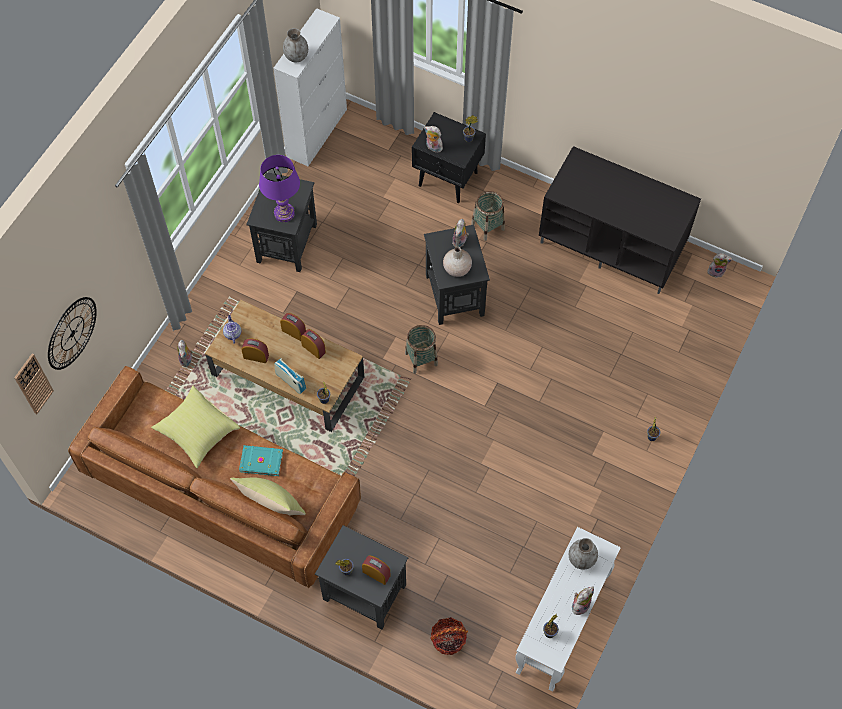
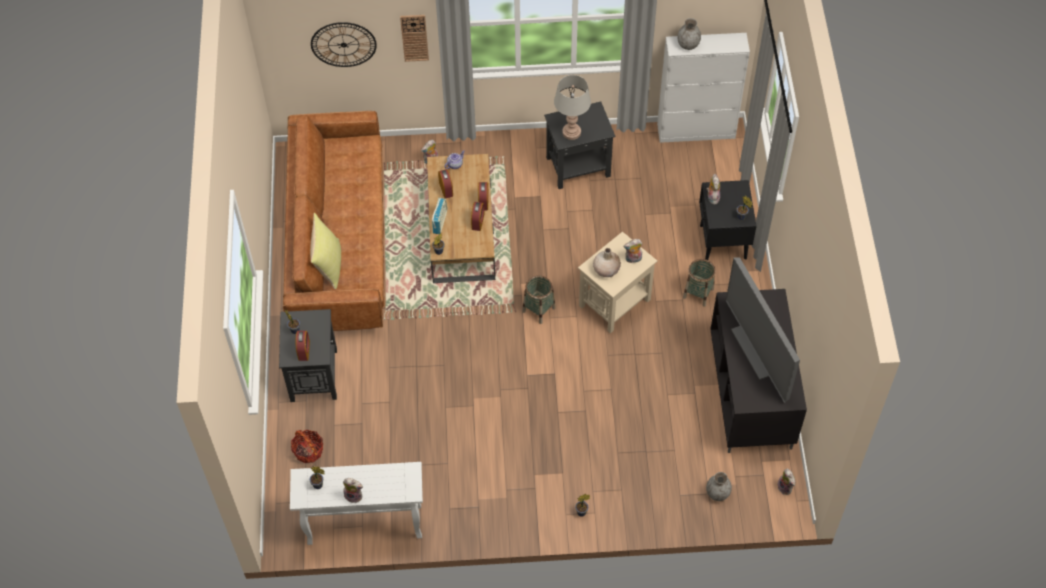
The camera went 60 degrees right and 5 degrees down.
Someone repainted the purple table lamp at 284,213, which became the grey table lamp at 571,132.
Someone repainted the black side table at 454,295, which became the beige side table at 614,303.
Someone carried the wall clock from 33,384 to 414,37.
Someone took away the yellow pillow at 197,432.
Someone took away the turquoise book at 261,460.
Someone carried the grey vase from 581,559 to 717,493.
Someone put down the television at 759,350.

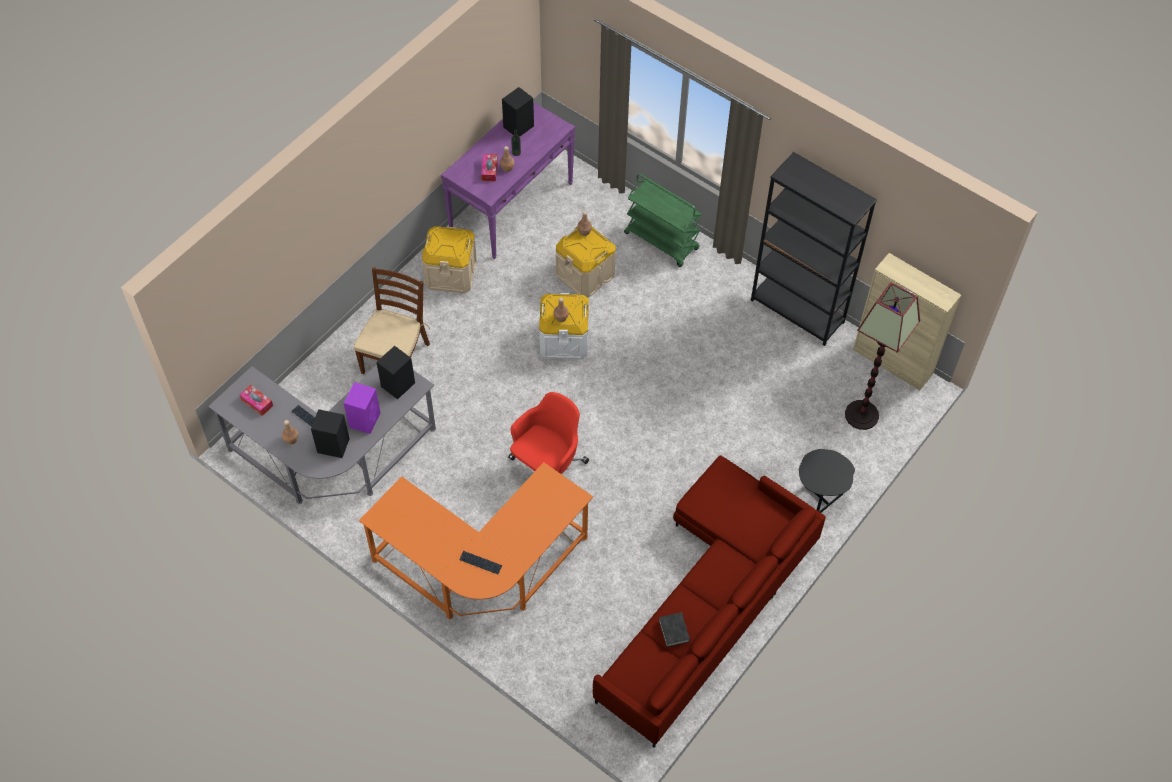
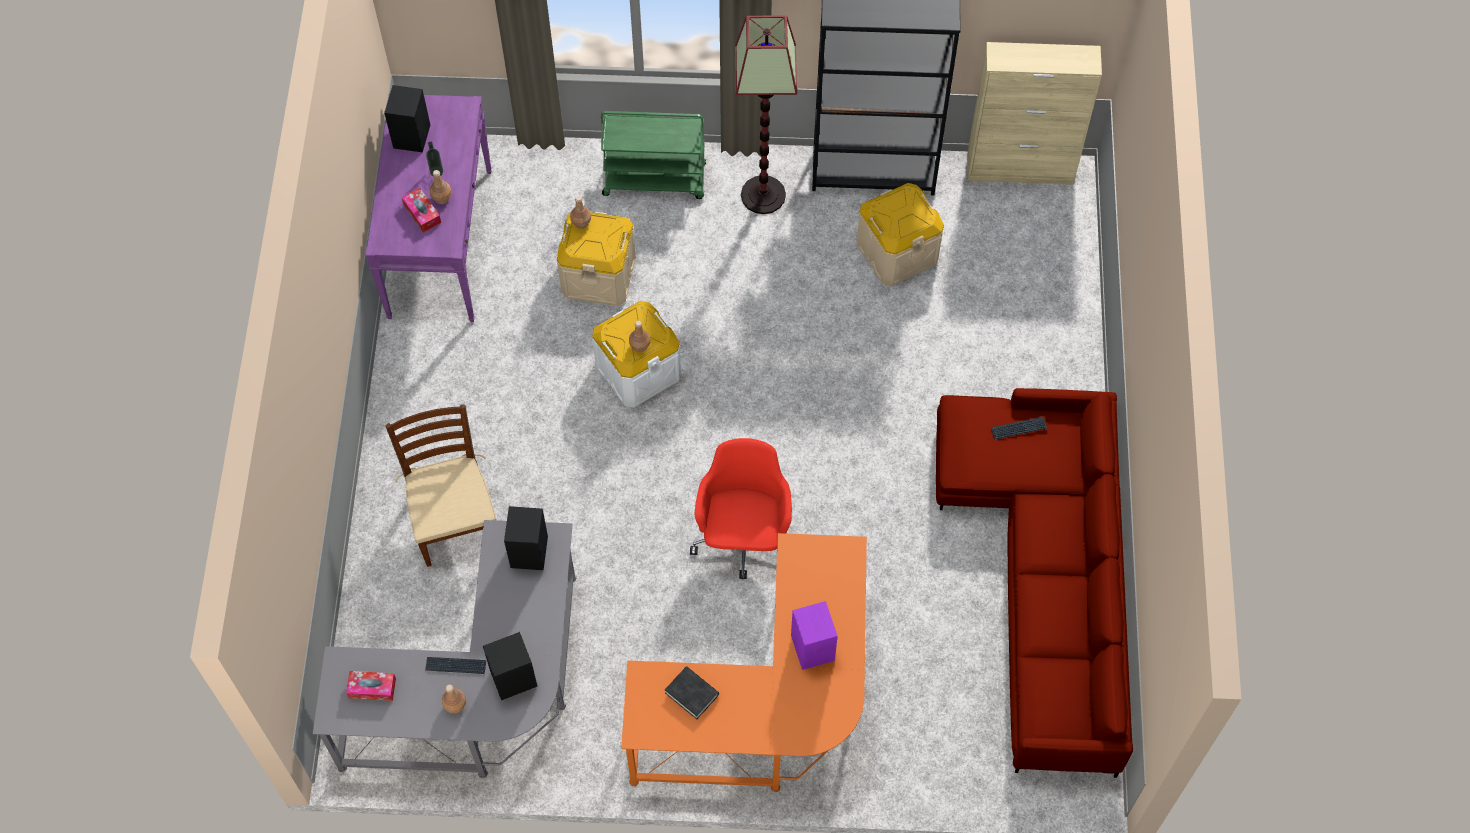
The camera went 35 degrees left and 5 degrees up.
Someone carried the beige storage box from 451,273 to 897,251.
Someone carried the floor lamp from 862,415 to 763,195.
Someone carried the purple speaker from 365,419 to 812,647.
Someone took away the black side table at 819,498.
Someone carried the keyboard from 480,563 to 1018,428.
Someone carried the black book from 674,631 to 691,694.

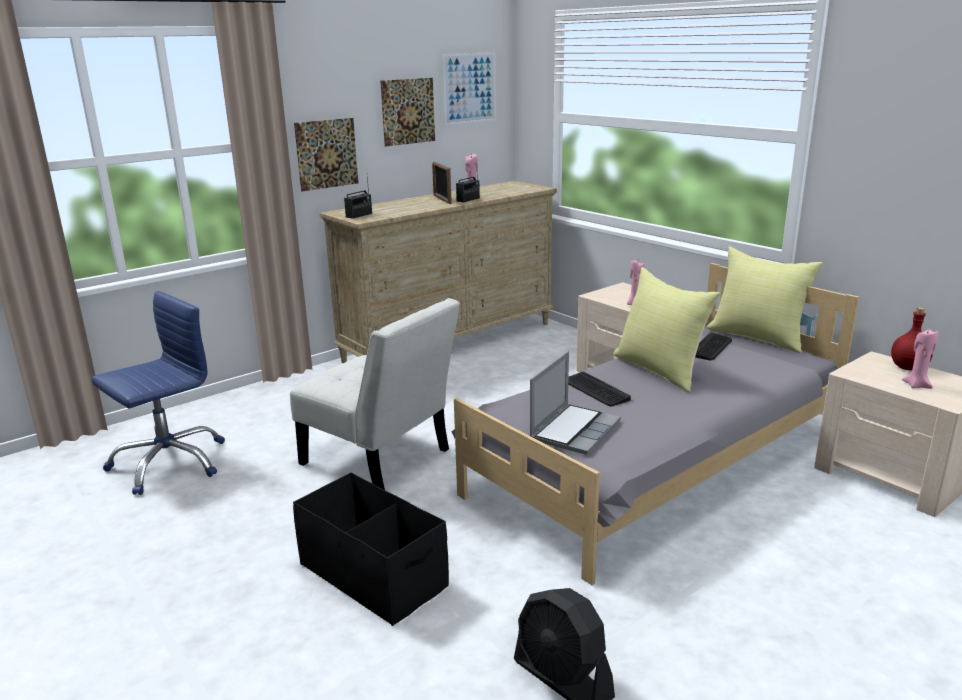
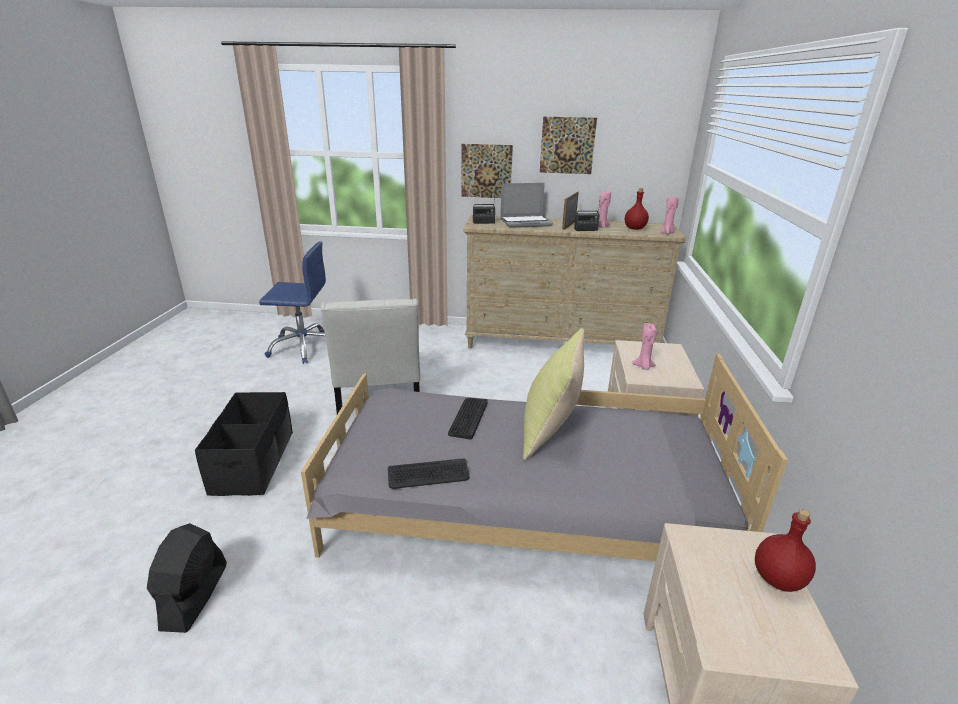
The camera went 45 degrees right and 5 degrees up.
Someone took away the picture at 469,88.
Someone took away the yellow pillow at 758,337.
Someone carried the pink candle from 917,385 to 667,233.
Someone carried the keyboard from 711,347 to 428,475.
Someone carried the laptop from 574,430 to 526,223.
Someone put down the red bottle at 635,229.

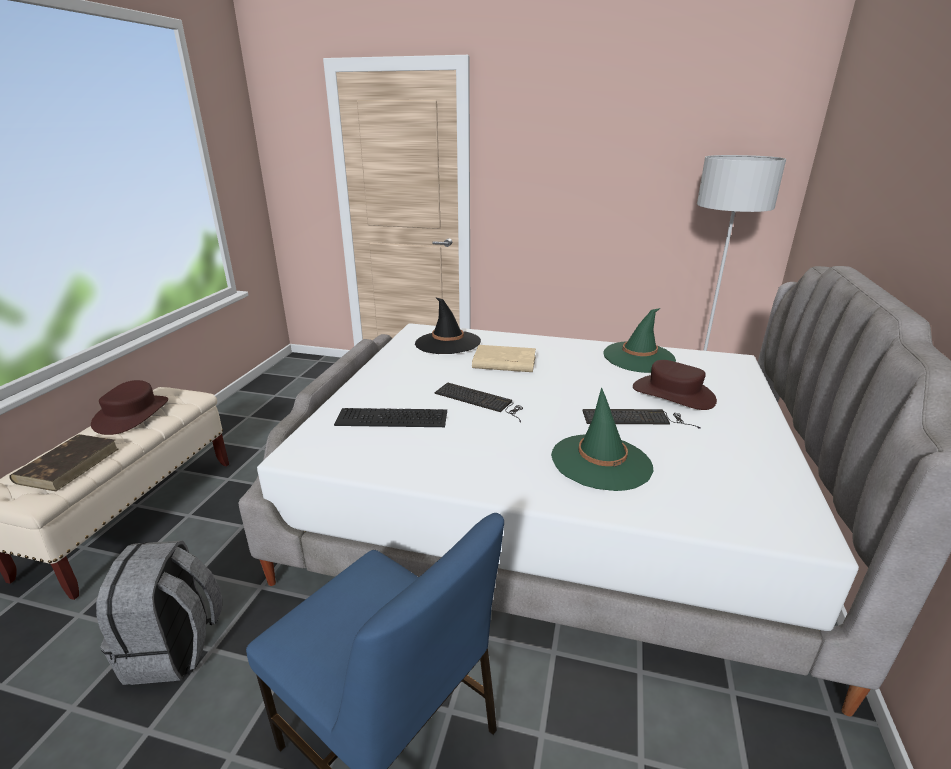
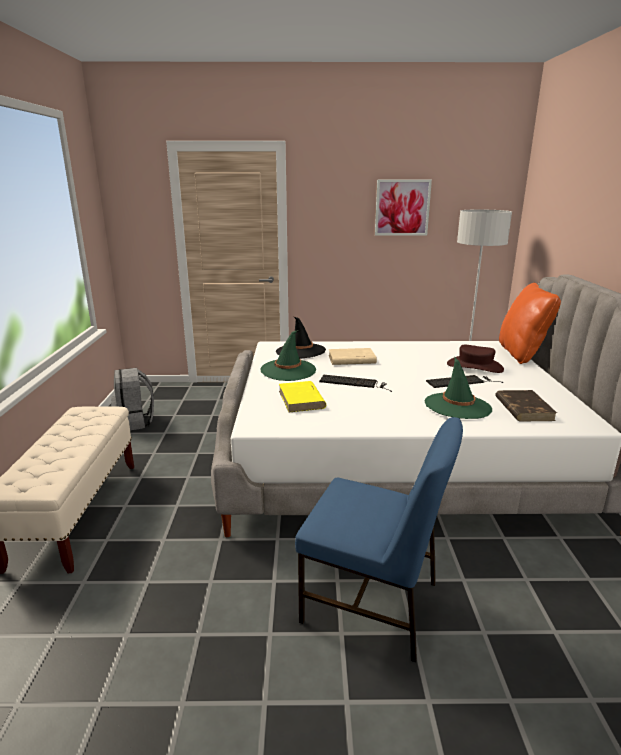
The camera went 15 degrees left and 5 degrees down.
Someone carried the green hat from 639,357 to 288,370.
Someone took away the brown hat at 132,414.
Someone swapped the keyboard at 390,419 for the yellow book at 301,399.
Someone carried the brown book from 69,465 to 523,408.
Someone carried the grey backpack from 175,648 to 135,422.
Someone put up the picture at 402,207.
Someone put down the orange pillow at 522,354.

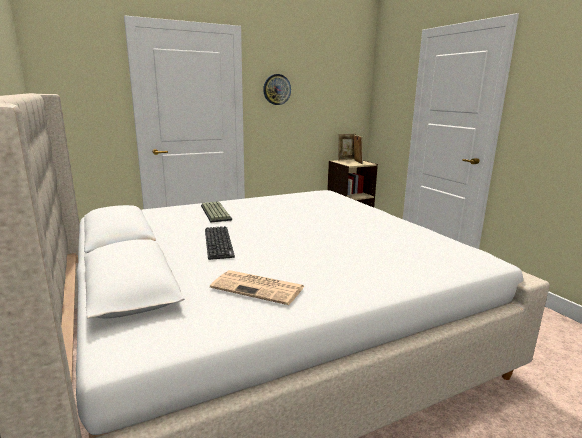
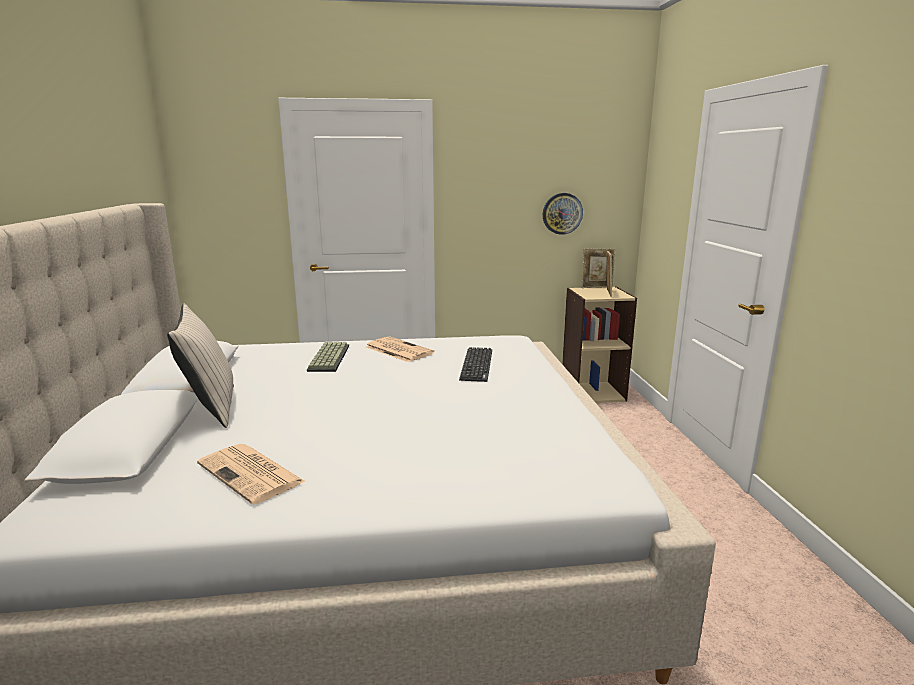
The camera went 20 degrees right and 0 degrees up.
Someone carried the wall clock from 276,89 to 562,213.
Someone carried the keyboard from 218,243 to 476,365.
Someone put down the beige pillow at 210,408.
Someone put down the newspaper at 397,350.

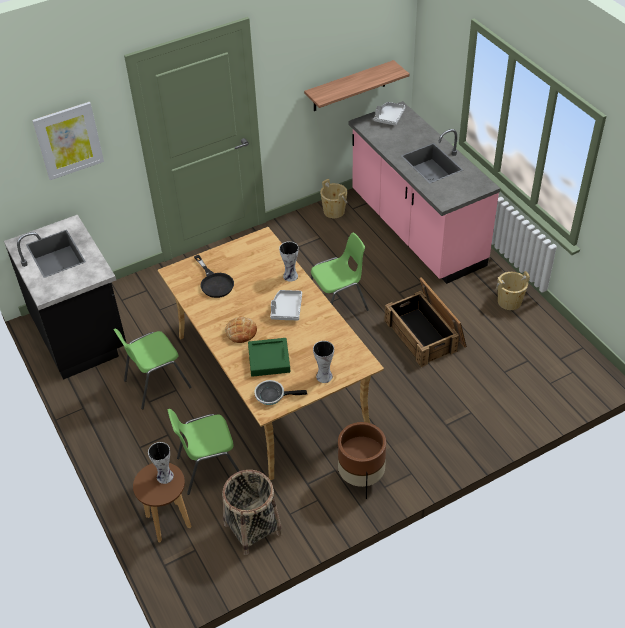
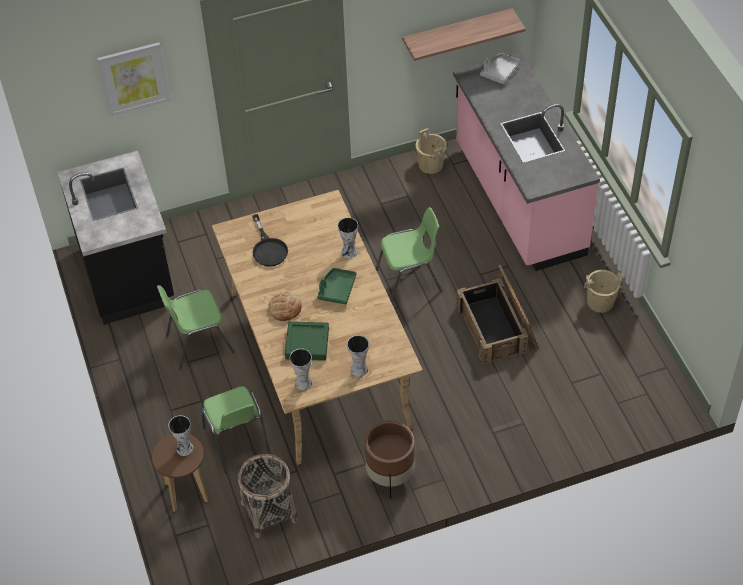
The camera went 10 degrees right and 5 degrees up.
Someone repainted the grey tray at 286,309, which became the green tray at 337,289.
Someone swapped the frying pan at 272,395 for the vase at 302,382.
Someone rotated the green chair at 209,468 by 105 degrees counterclockwise.

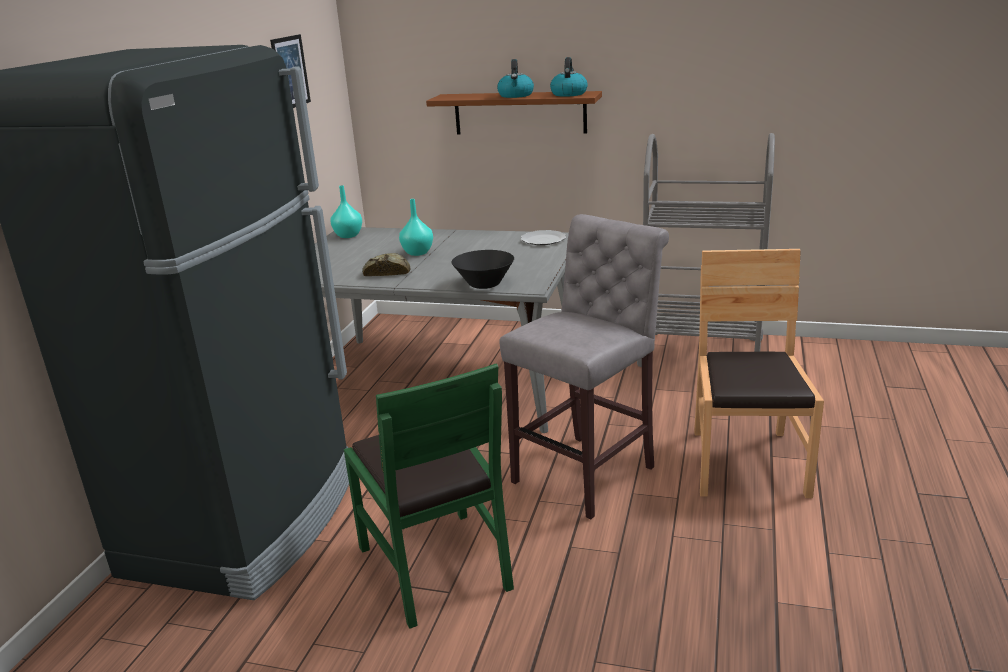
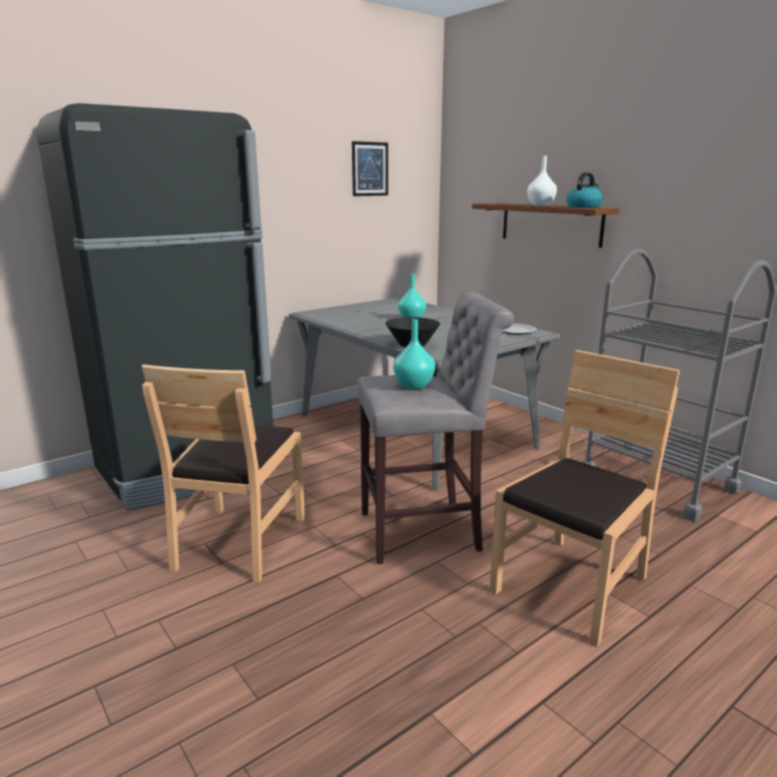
The camera went 35 degrees right and 5 degrees down.
Someone swapped the kettle at 516,95 for the white vase at 541,205.
Someone carried the turquoise vase from 349,235 to 414,386.
Someone took away the bread at 387,272.
Someone repainted the green chair at 435,566, which became the brown chair at 239,542.

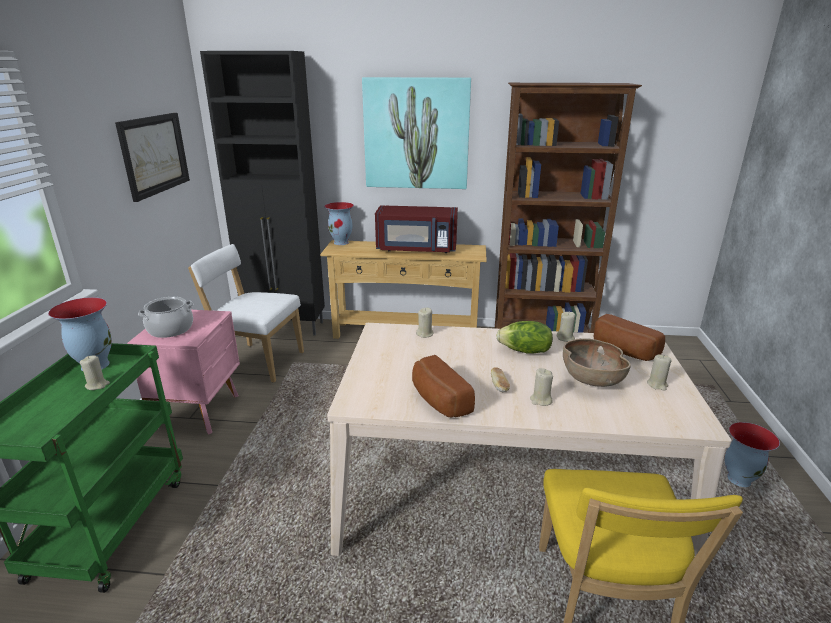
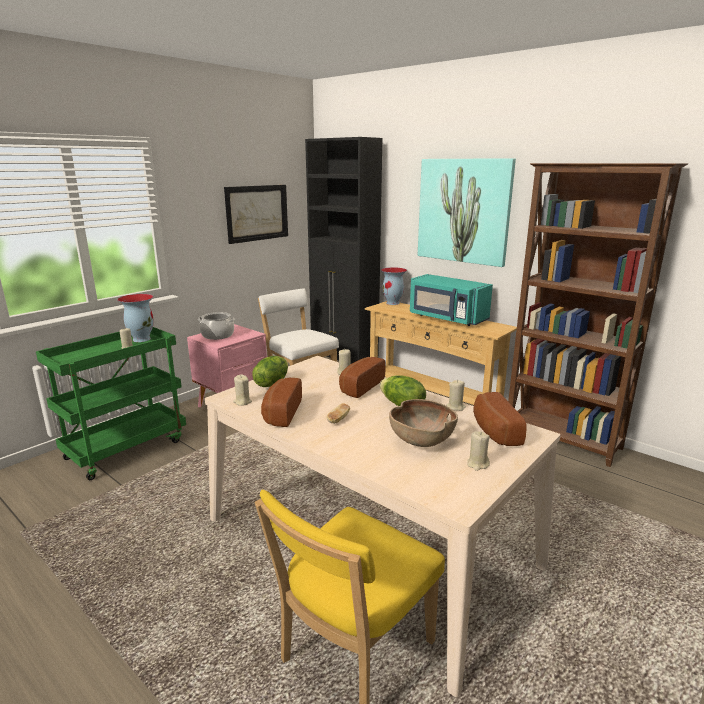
The camera went 35 degrees right and 5 degrees down.
Someone repainted the red microwave at 416,249, which became the turquoise microwave at 446,318.
Someone carried the beige candle from 540,400 to 242,402.
Someone took away the vase at 738,480.
Someone put down the lettuce at 271,383.
Someone put down the bread at 359,386.

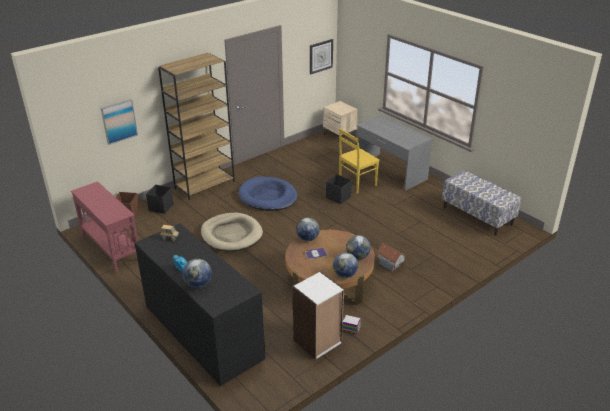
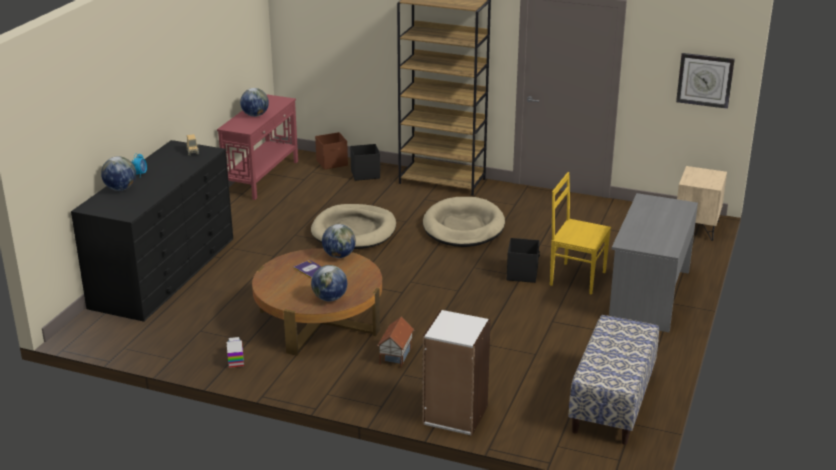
The camera went 60 degrees right and 5 degrees down.
Someone took away the picture at 119,121.
Someone repainted the blue dog bed at 268,197, which became the beige dog bed at 463,227.
Someone carried the globe from 345,275 to 255,115.
Someone carried the white bookcase from 318,342 to 454,415.

